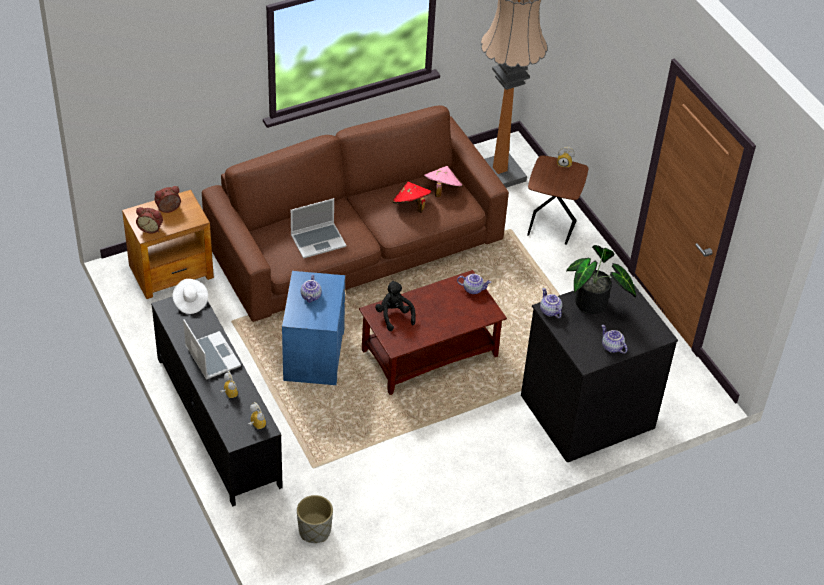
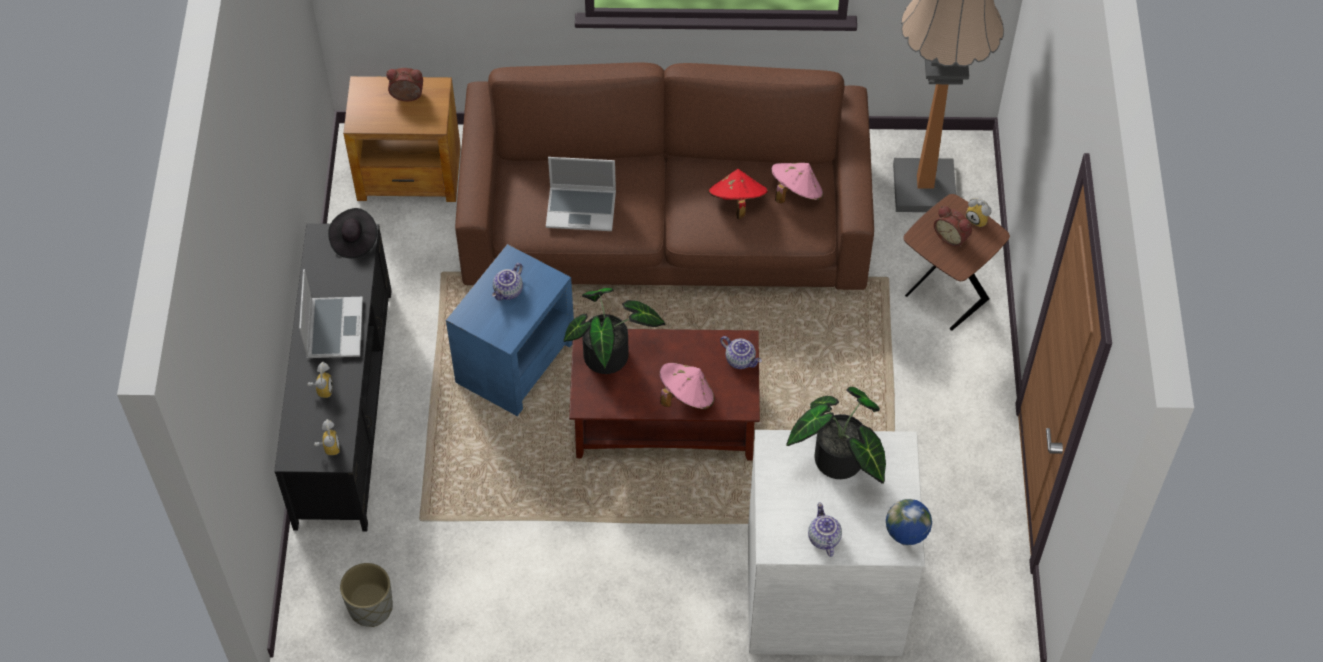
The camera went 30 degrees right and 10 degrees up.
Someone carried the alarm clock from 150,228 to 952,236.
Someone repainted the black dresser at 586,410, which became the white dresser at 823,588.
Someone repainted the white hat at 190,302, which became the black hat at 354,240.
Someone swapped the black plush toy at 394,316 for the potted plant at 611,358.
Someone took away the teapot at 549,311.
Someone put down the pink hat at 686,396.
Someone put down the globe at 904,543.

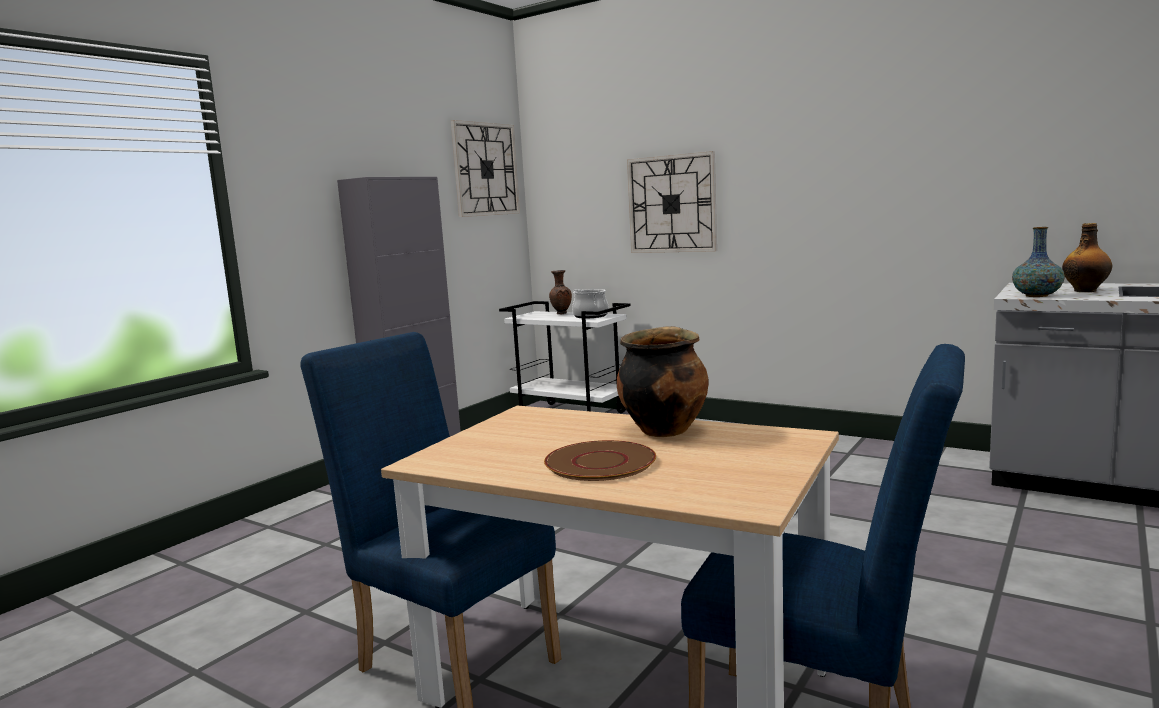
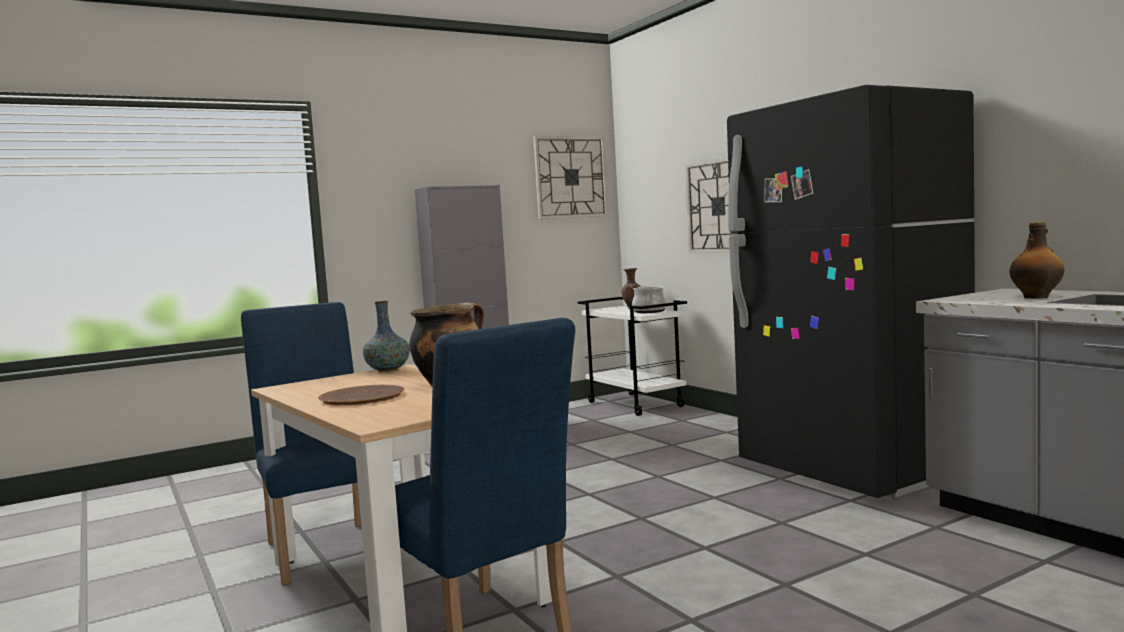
The camera went 25 degrees right and 5 degrees down.
Someone carried the vase from 1036,296 to 388,370.
Someone put down the black fridge at 852,470.

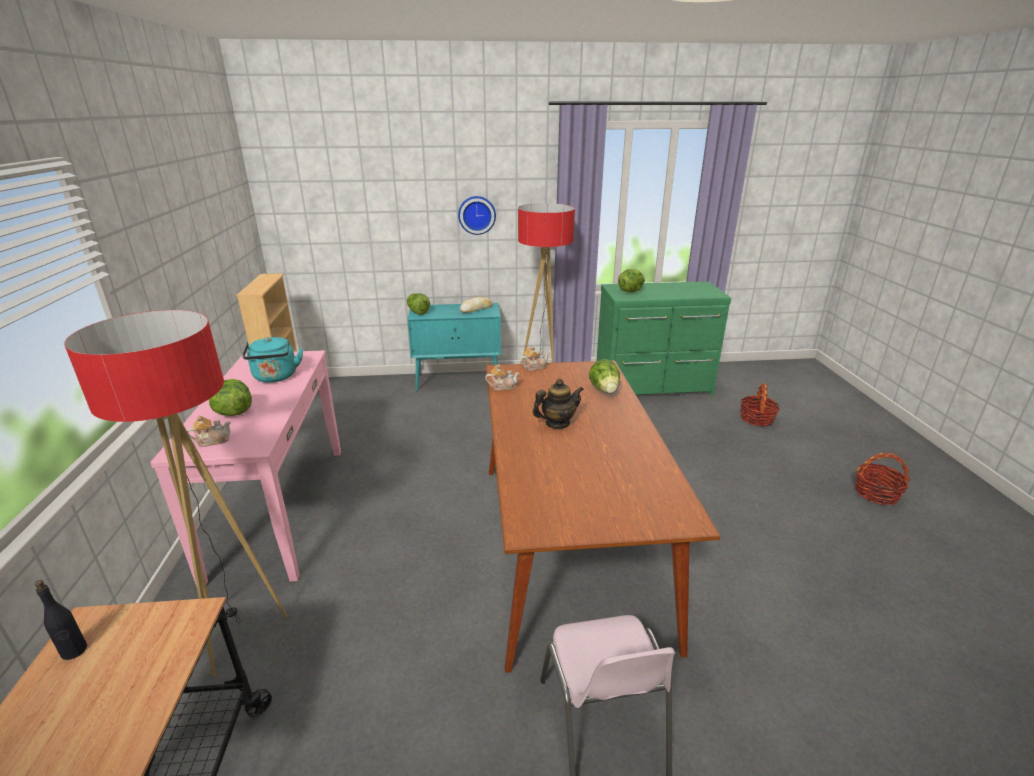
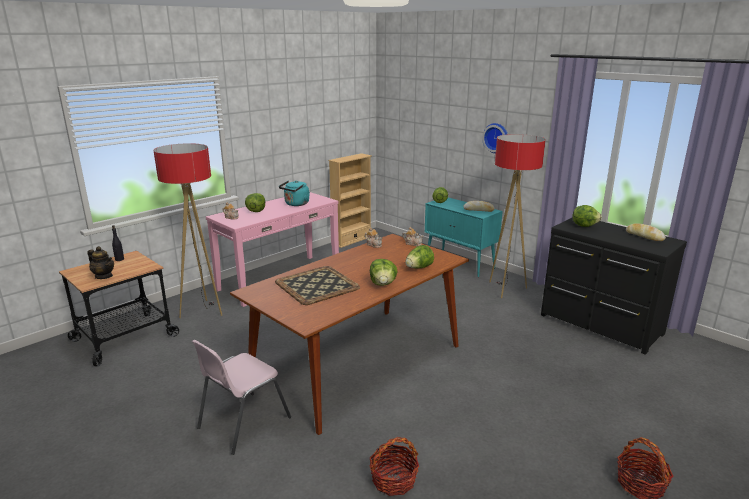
The camera went 50 degrees right and 5 degrees down.
Someone repainted the green dresser at 654,386, which became the black dresser at 600,325.
Someone carried the teapot from 557,423 to 104,276.
Someone carried the basket from 756,419 to 393,480.
Someone put down the bread at 644,236.
Someone put down the lettuce at 383,284.
Someone put down the tray at 318,285.

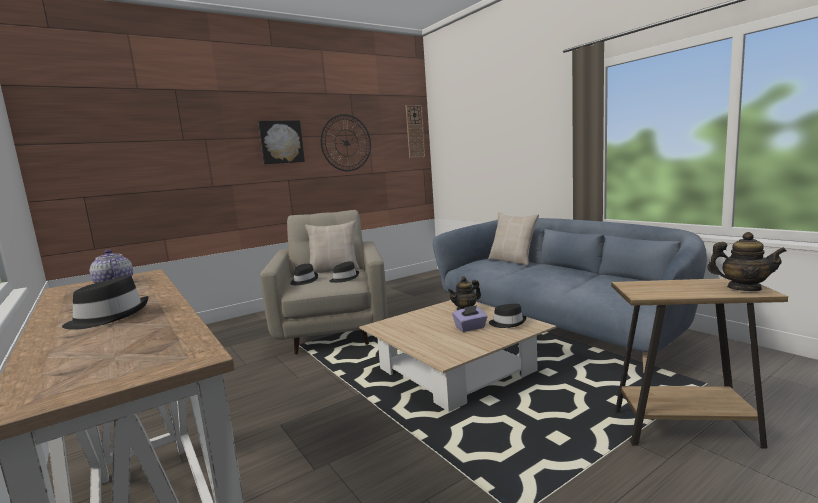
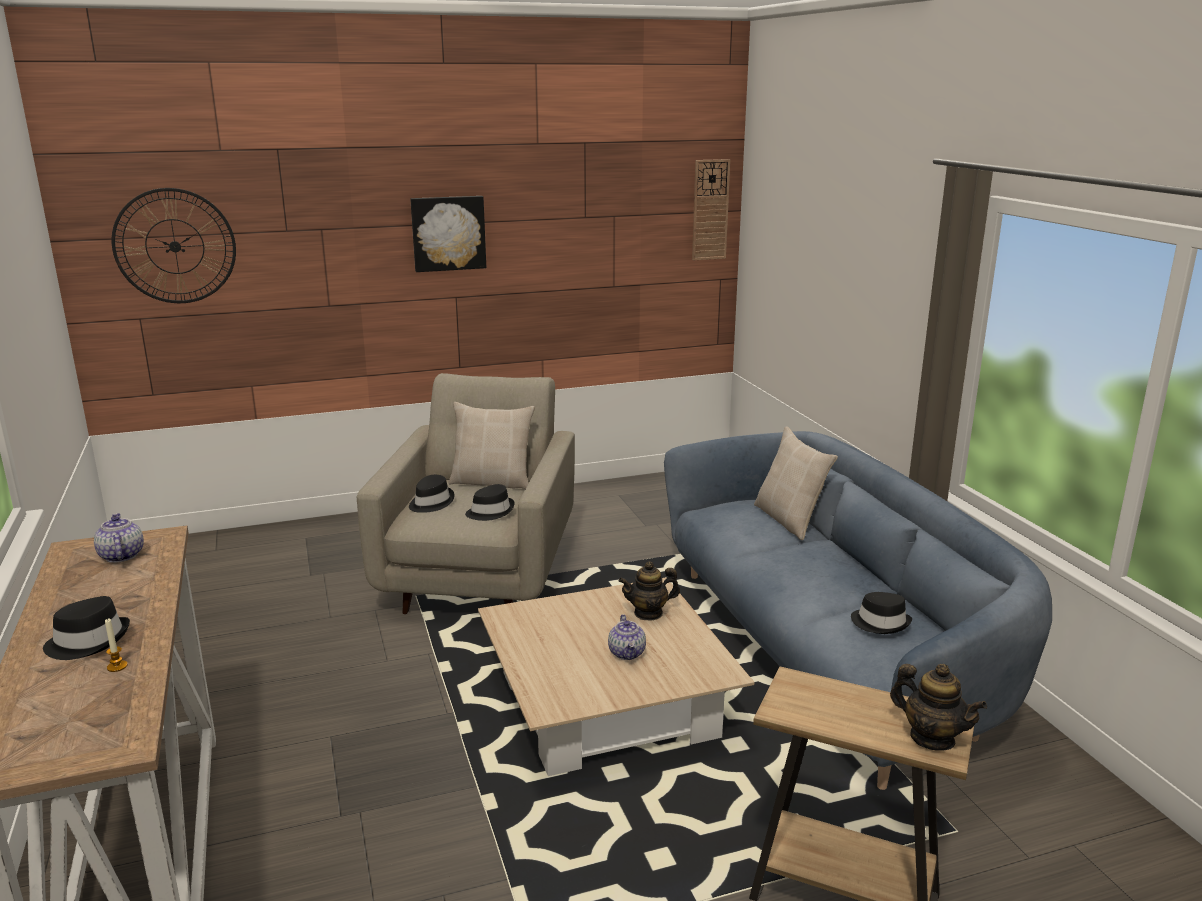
The camera went 15 degrees right and 10 degrees up.
Someone carried the wall clock from 346,143 to 175,246.
Someone carried the black hat from 508,323 to 881,622.
Someone swapped the purple tissue box at 470,328 for the teapot at 627,653.
Someone put down the candle at 117,666.

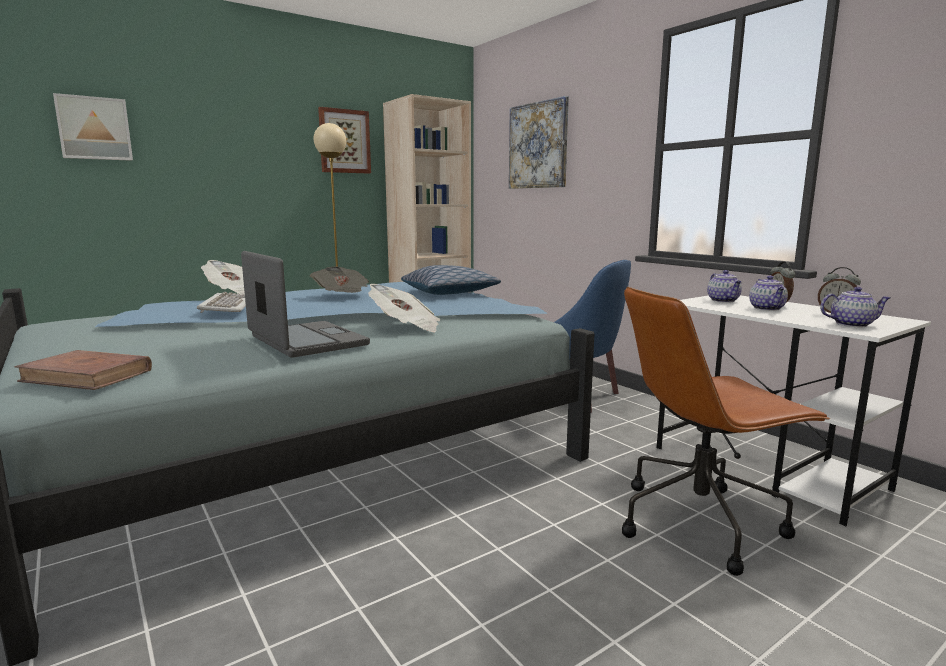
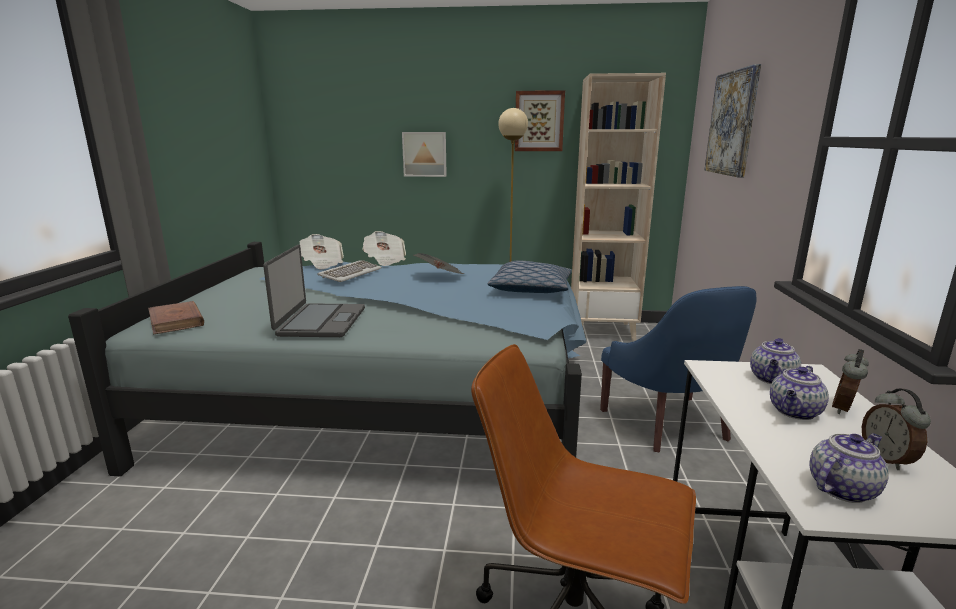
The camera went 40 degrees right and 5 degrees up.
Someone carried the picture from 94,128 to 425,154.
Someone carried the newspaper from 406,327 to 322,264.
Someone rotated the teapot at 852,324 by 75 degrees counterclockwise.

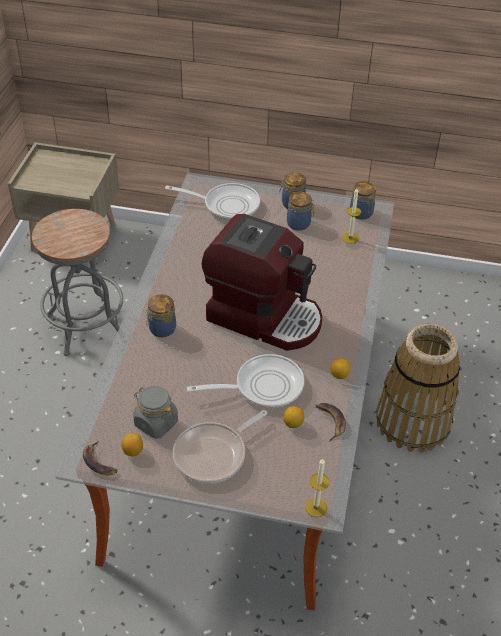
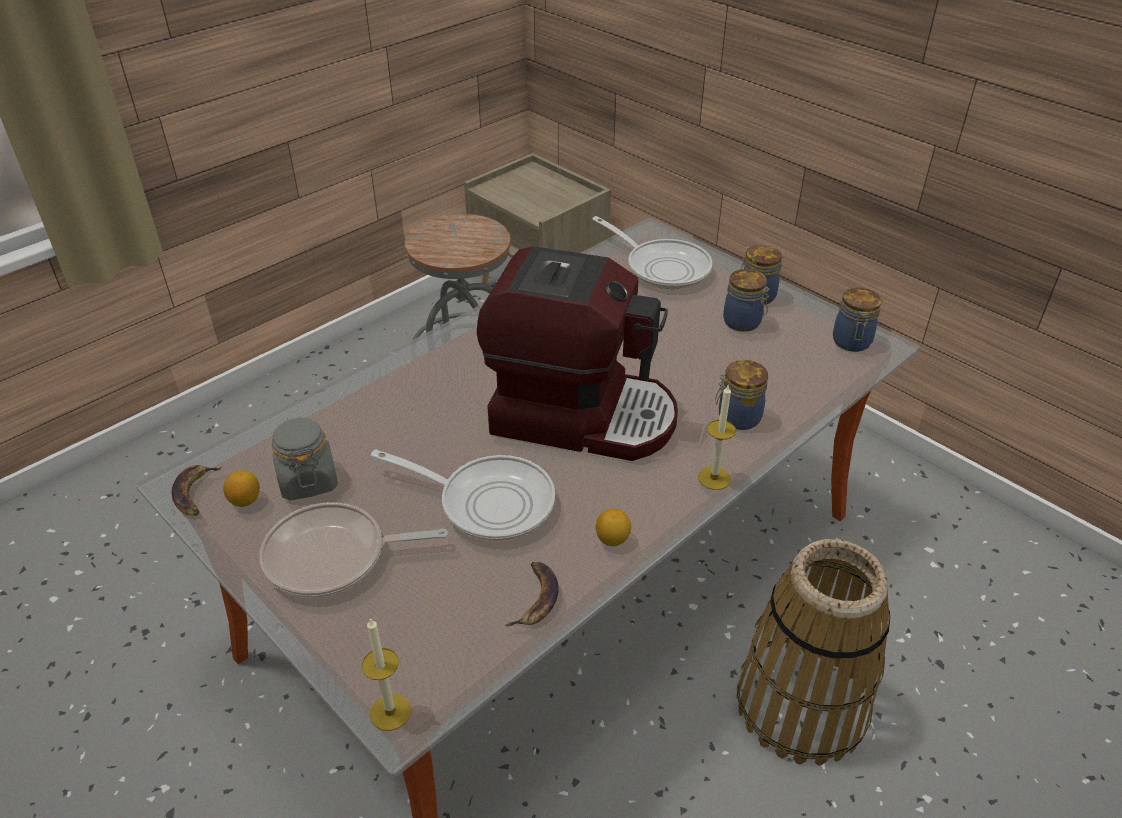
The camera went 35 degrees right and 5 degrees down.
Someone carried the candle from 350,238 to 714,478.
Someone rotated the coffee machine at 265,316 by 45 degrees counterclockwise.
Someone carried the jar from 161,329 to 737,418.
Someone took away the lemon at 293,424.

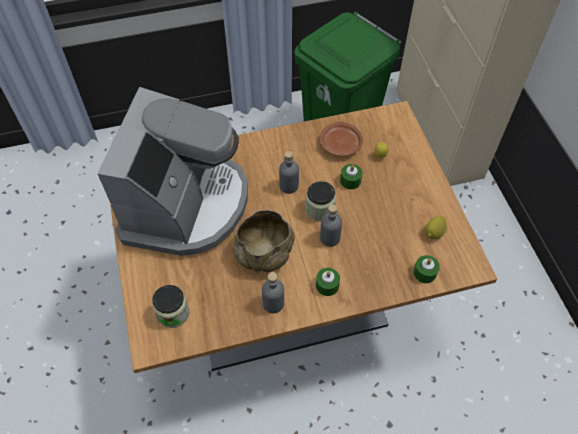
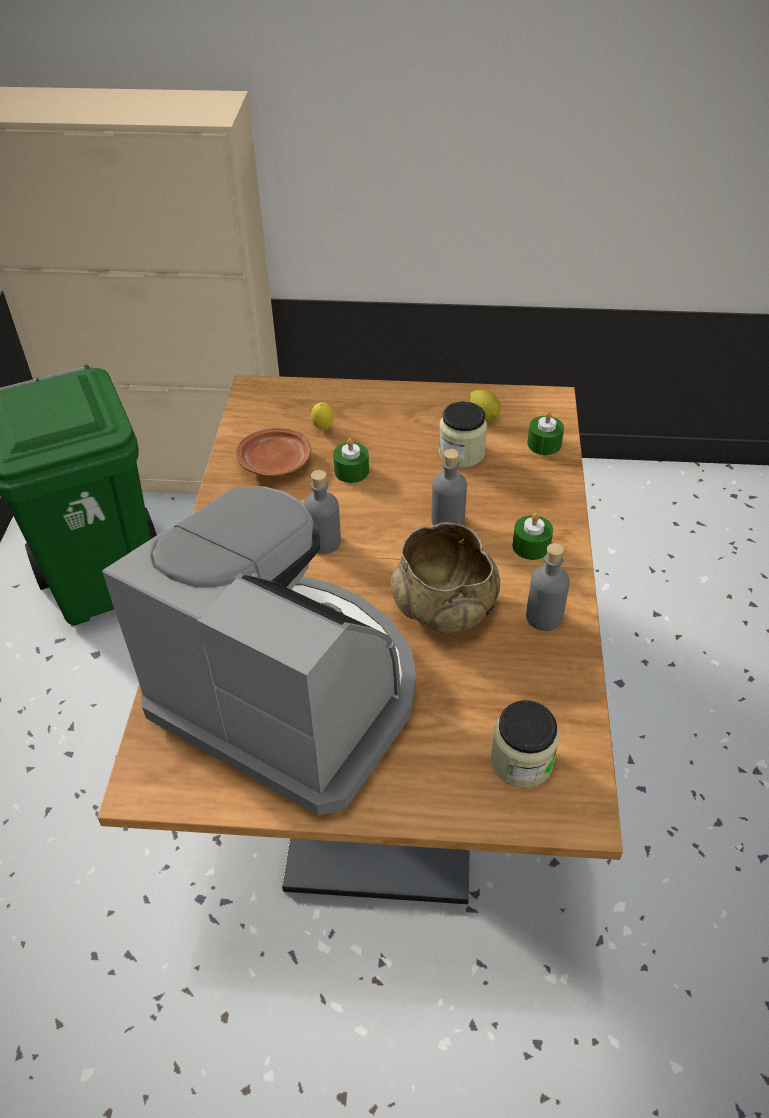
The camera went 70 degrees left and 10 degrees down.
Someone carried the jar from 319,210 to 461,453.

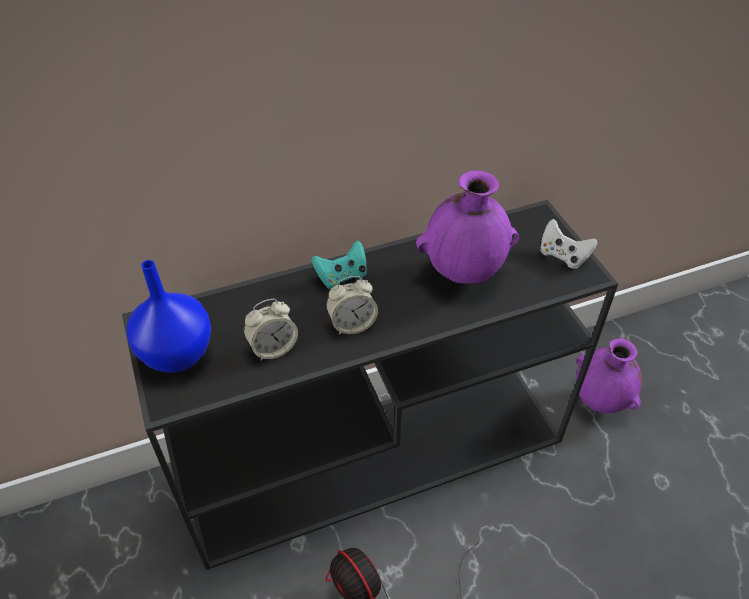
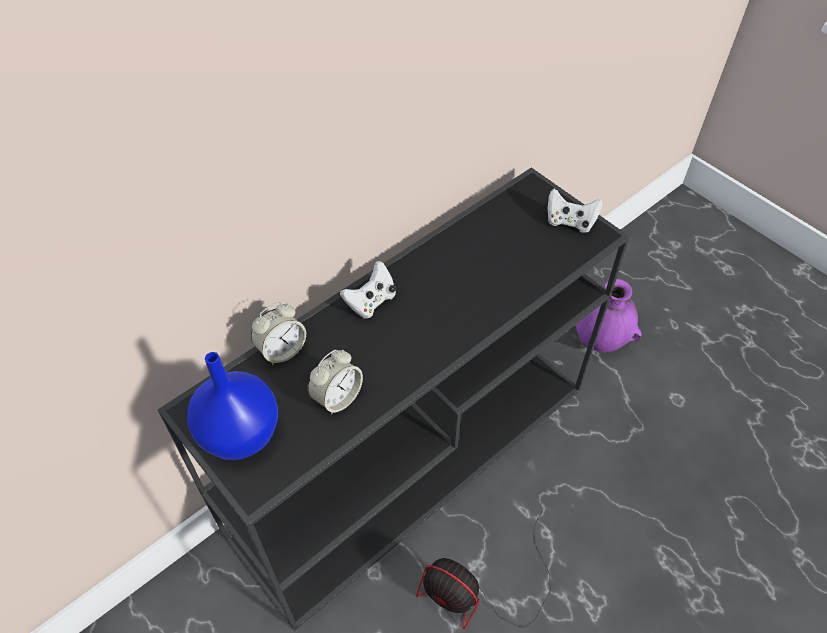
The camera went 20 degrees left and 5 degrees up.
Someone took away the purple vase at 464,273.
Someone repainted the turquoise game controller at 342,276, which became the white game controller at 371,301.
Someone carried the alarm clock from 352,324 to 282,350.

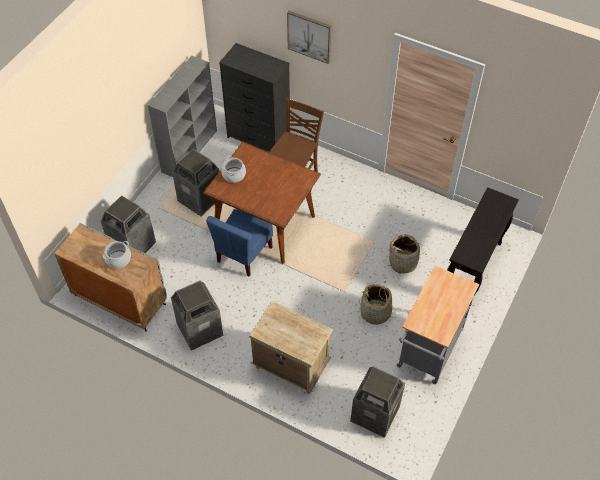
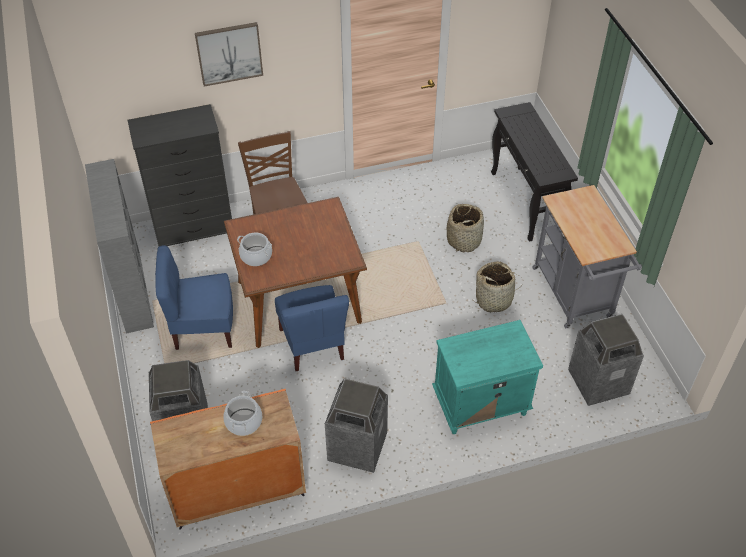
The camera went 45 degrees left and 5 degrees down.
Someone swapped the trash can at 200,199 for the blue chair at 203,328.
Someone repainted the grey cabinet at 119,300, which became the orange cabinet at 236,490.
Someone repainted the beige nightstand at 290,365, which became the turquoise nightstand at 480,405.

